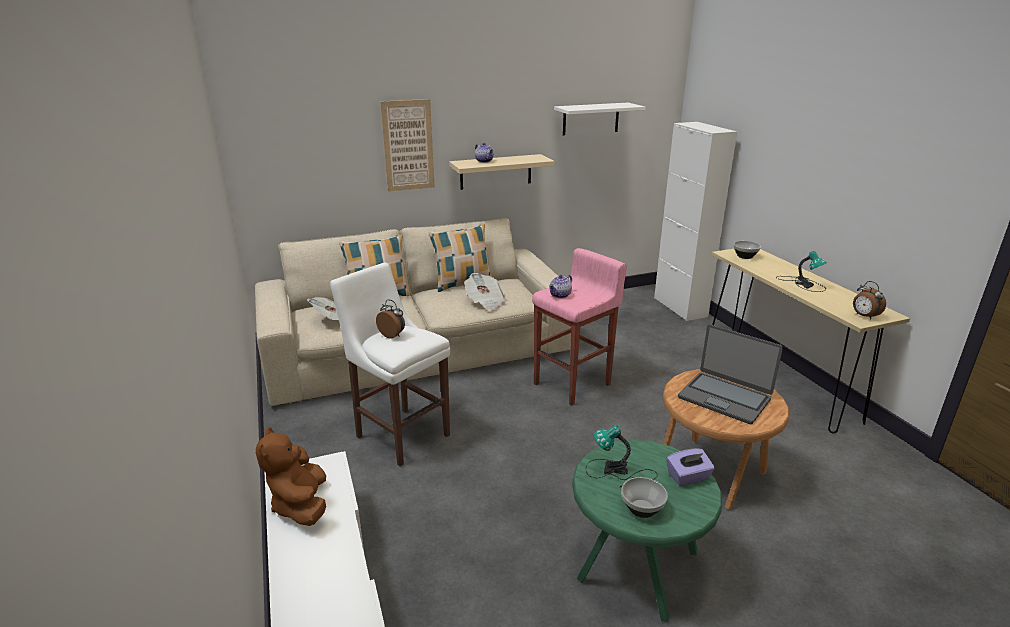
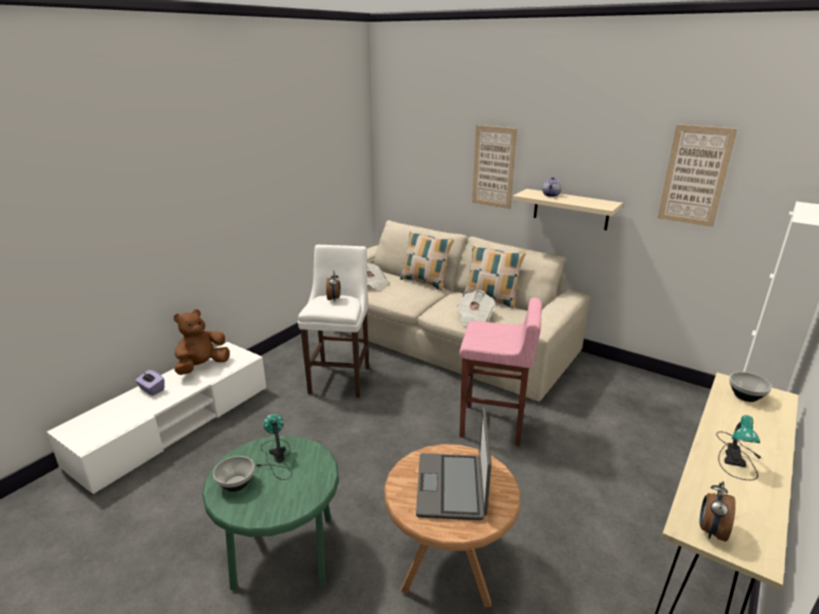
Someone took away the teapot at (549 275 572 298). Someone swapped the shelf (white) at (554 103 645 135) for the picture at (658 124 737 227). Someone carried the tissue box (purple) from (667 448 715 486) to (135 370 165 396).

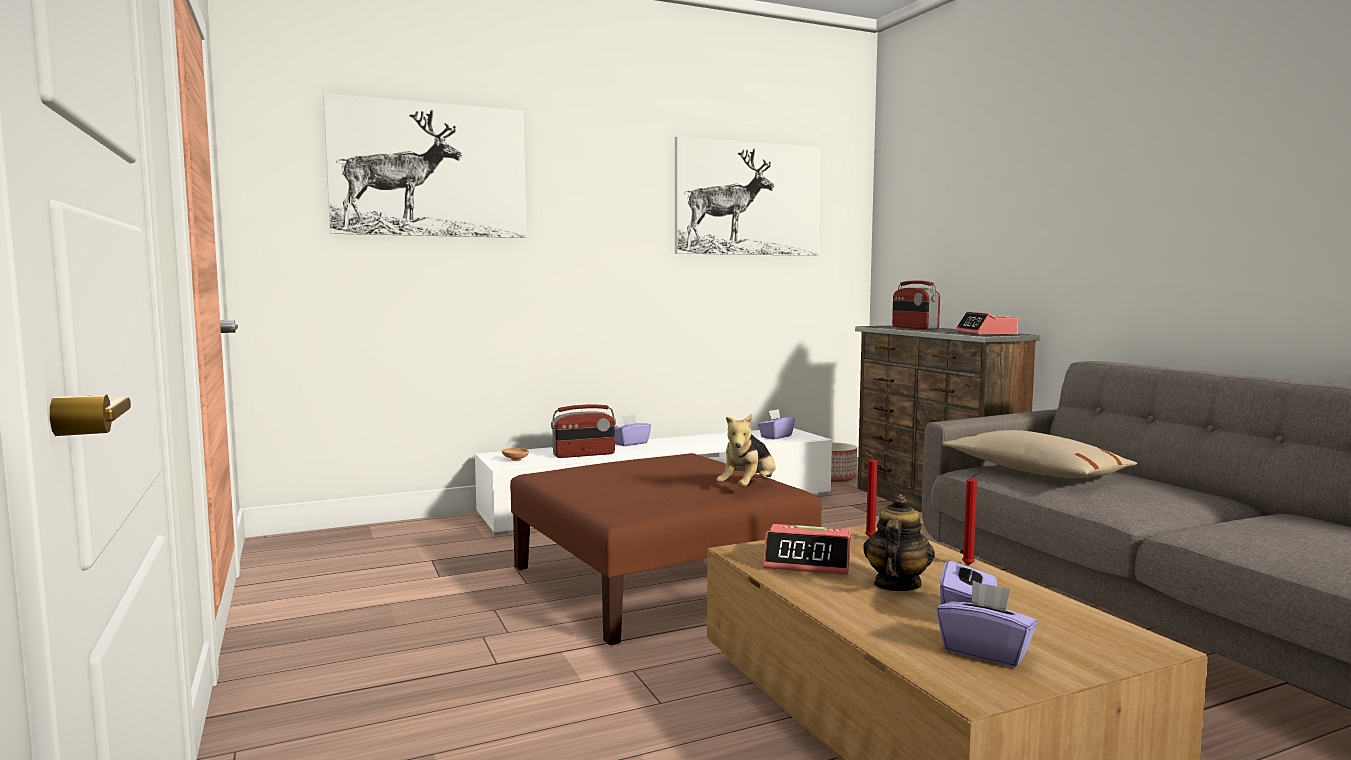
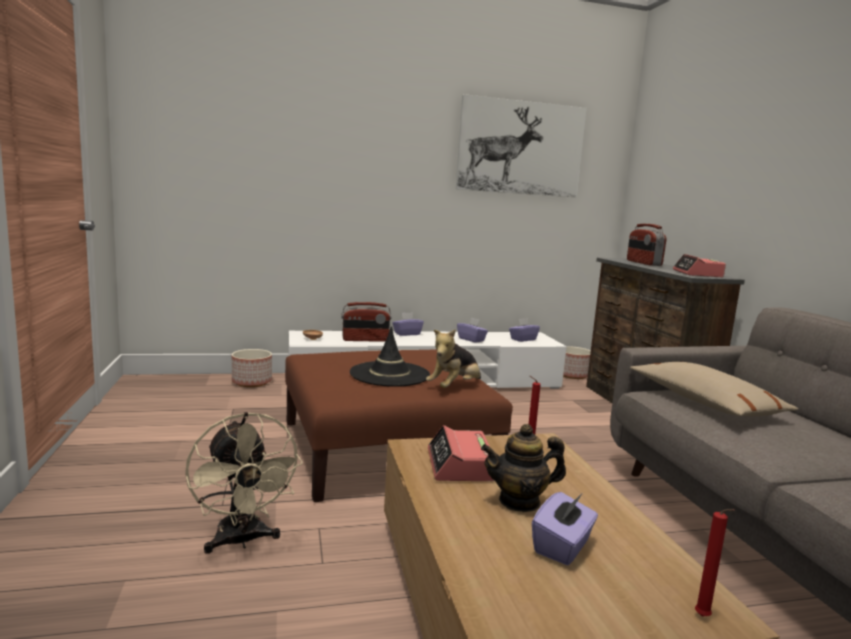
Someone took away the picture at (323 93 526 238). Someone rotated the alarm clock at (763 524 851 575) by 60 degrees clockwise. Someone rotated the teapot at (864 494 935 591) by 135 degrees counterclockwise. Someone carried the tissue box (purple) from (936 581 1038 668) to (457 317 488 343). Someone carried the candle (red) from (962 472 982 566) to (695 509 735 617). Someone put down the fan (beige) at (185 412 303 554). Someone put down the planter at (232 349 272 387). Someone put down the hat (black) at (350 326 430 387).

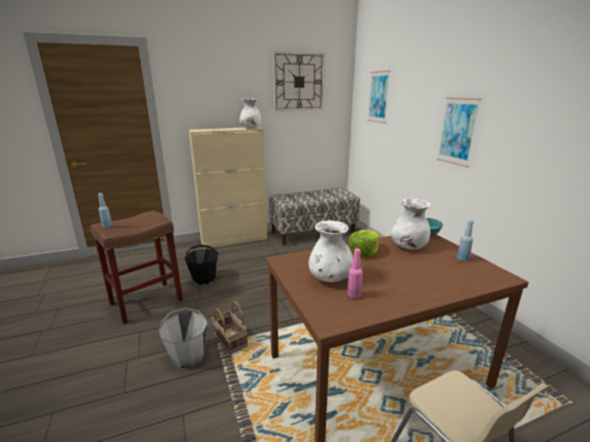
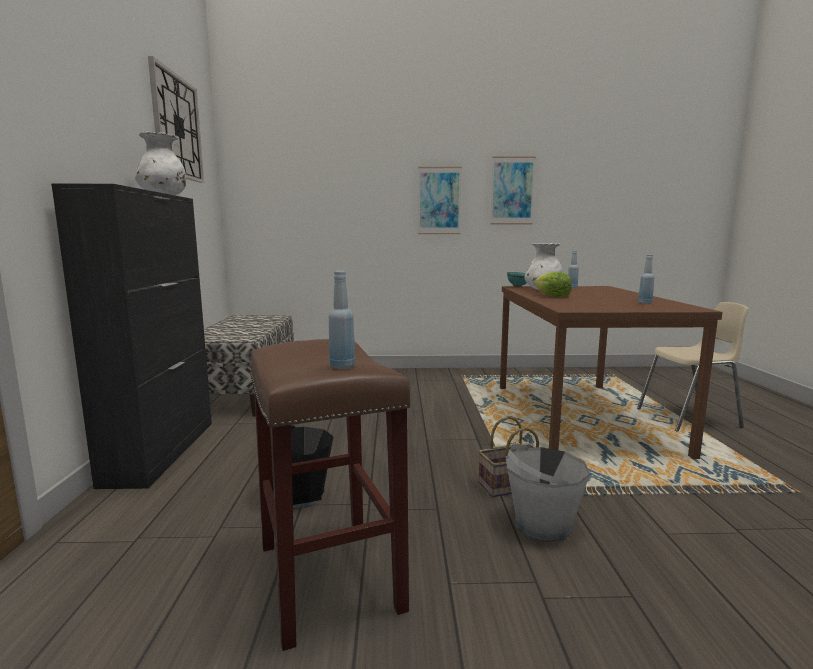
Someone repainted the cabinet (beige) at (189 127 267 249), which became the cabinet (black) at (51 184 212 489). Someone took away the vase (white) at (309 220 353 282). Someone repainted the bottle (pink) at (347 248 363 299), which became the bottle (blue) at (638 254 655 304). Someone carried the picture from (367 71 391 123) to (490 156 536 224).

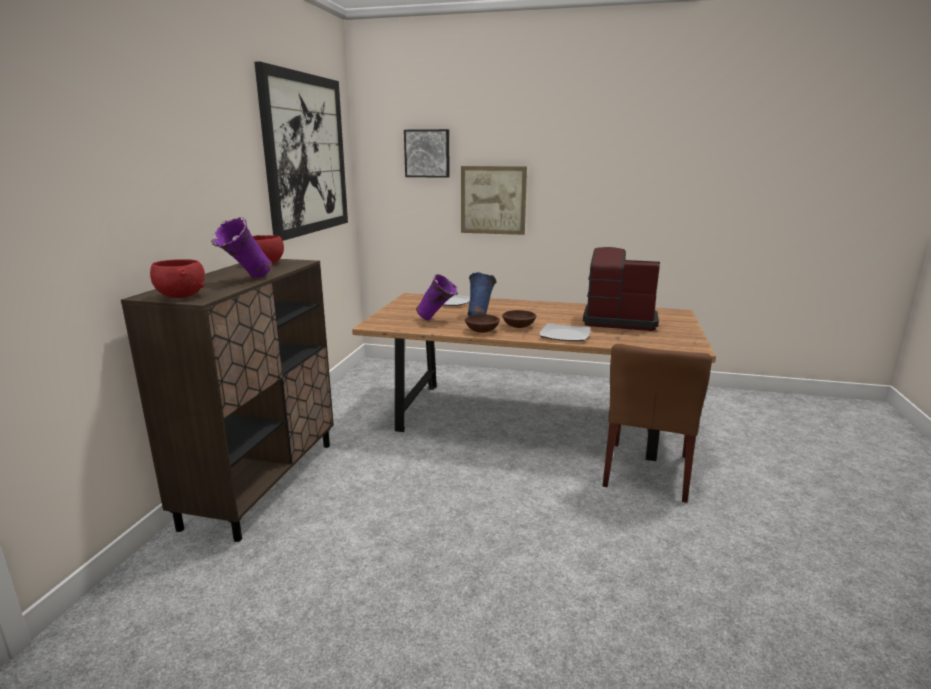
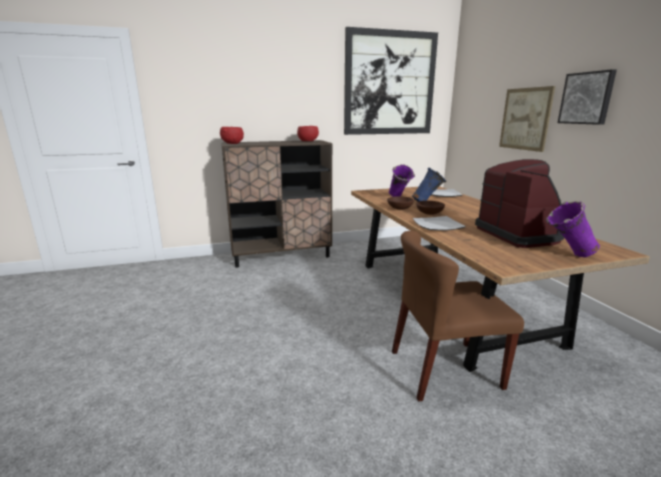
Someone carried the vase (purple) from (211 217 272 278) to (546 202 600 257). Someone carried the picture from (404 129 450 178) to (558 69 617 125).

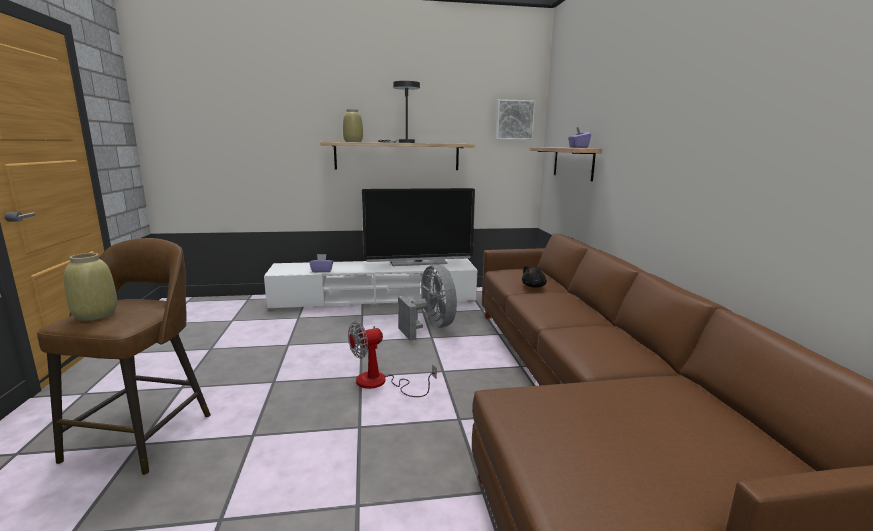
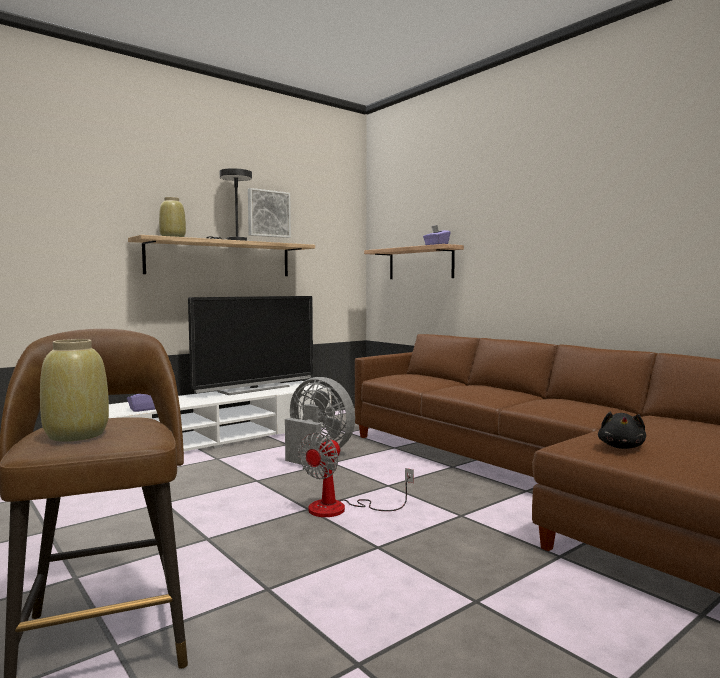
Someone carried the picture from (496 99 535 140) to (248 188 291 238). Someone carried the plush toy (black) from (522 266 547 288) to (598 412 646 449).

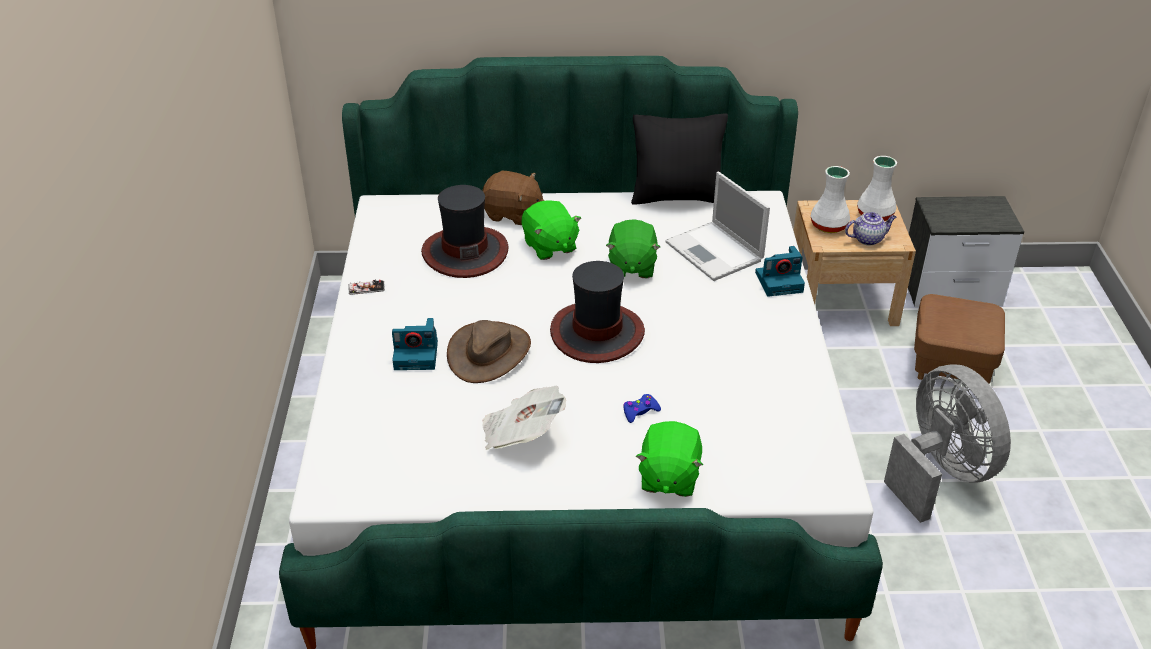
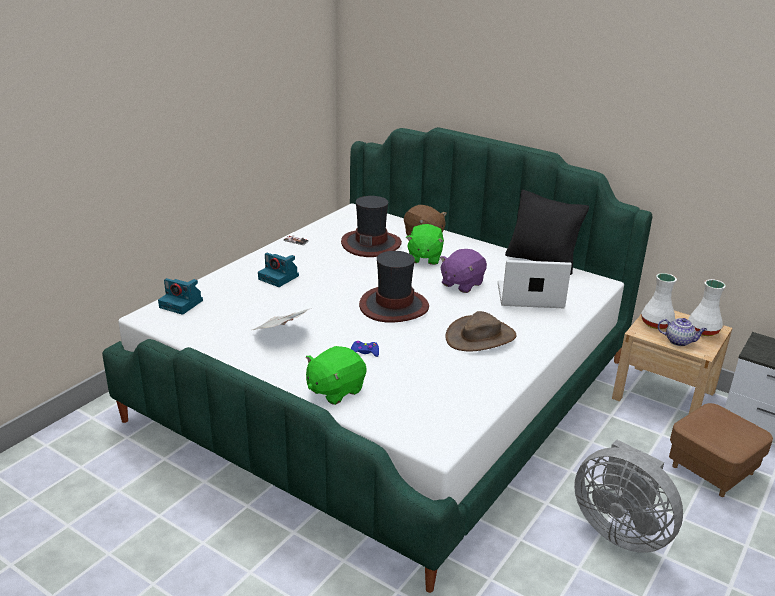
Someone carried the hat (brown) from (447 320 531 383) to (445 311 516 352). Someone repainted the plush toy (green) at (606 219 660 278), which became the plush toy (purple) at (440 249 487 293). Someone rotated the laptop at (665 172 770 281) by 90 degrees clockwise. Someone carried the photo camera from (755 246 805 297) to (158 278 203 315). Someone rotated the fan (grey) at (884 364 1011 523) by 120 degrees clockwise.

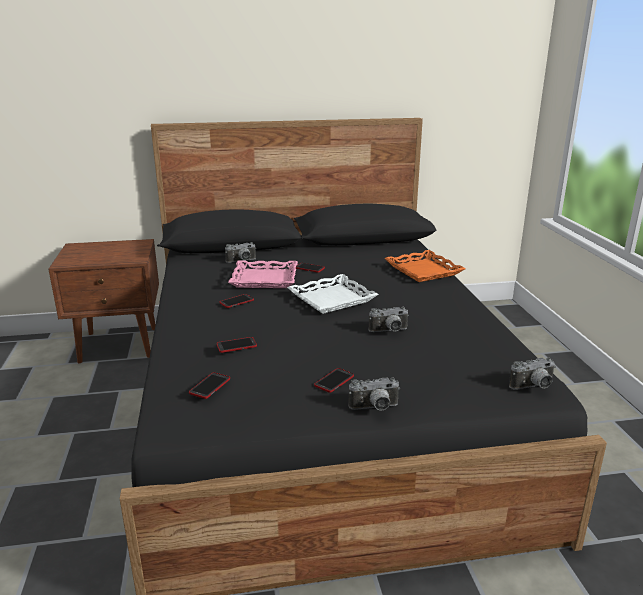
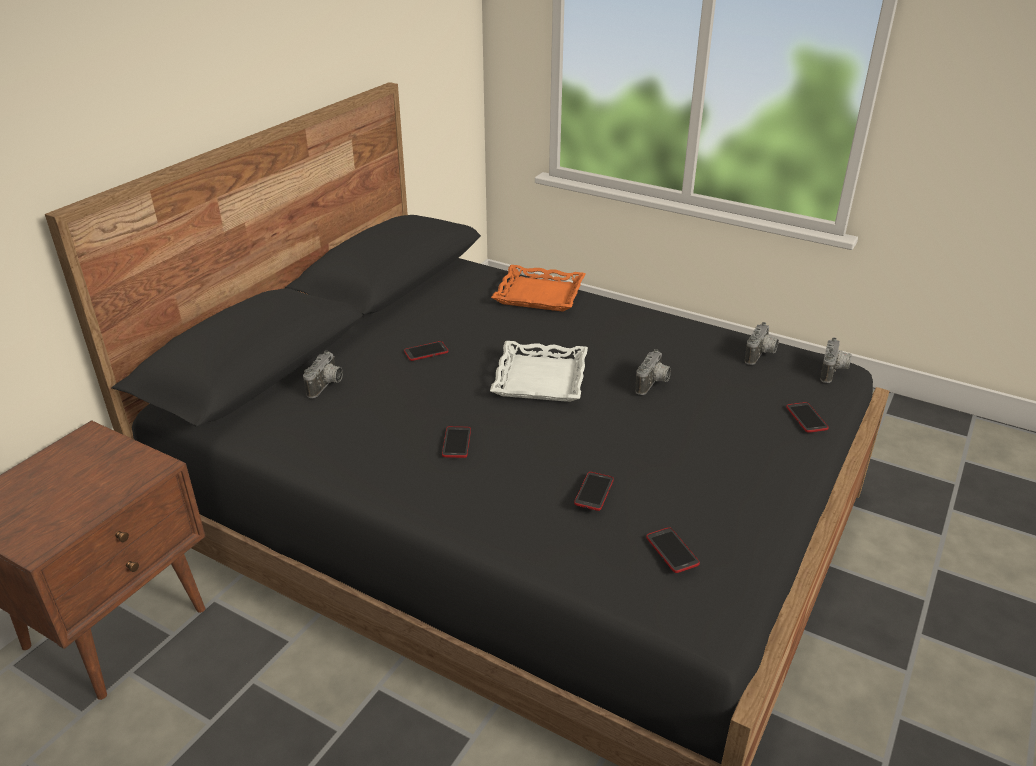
Someone took away the tray (pink) at (228 260 298 288). Someone carried the phone from (314 368 354 393) to (786 402 828 433). Someone carried the photo camera from (349 378 400 411) to (745 322 779 365).

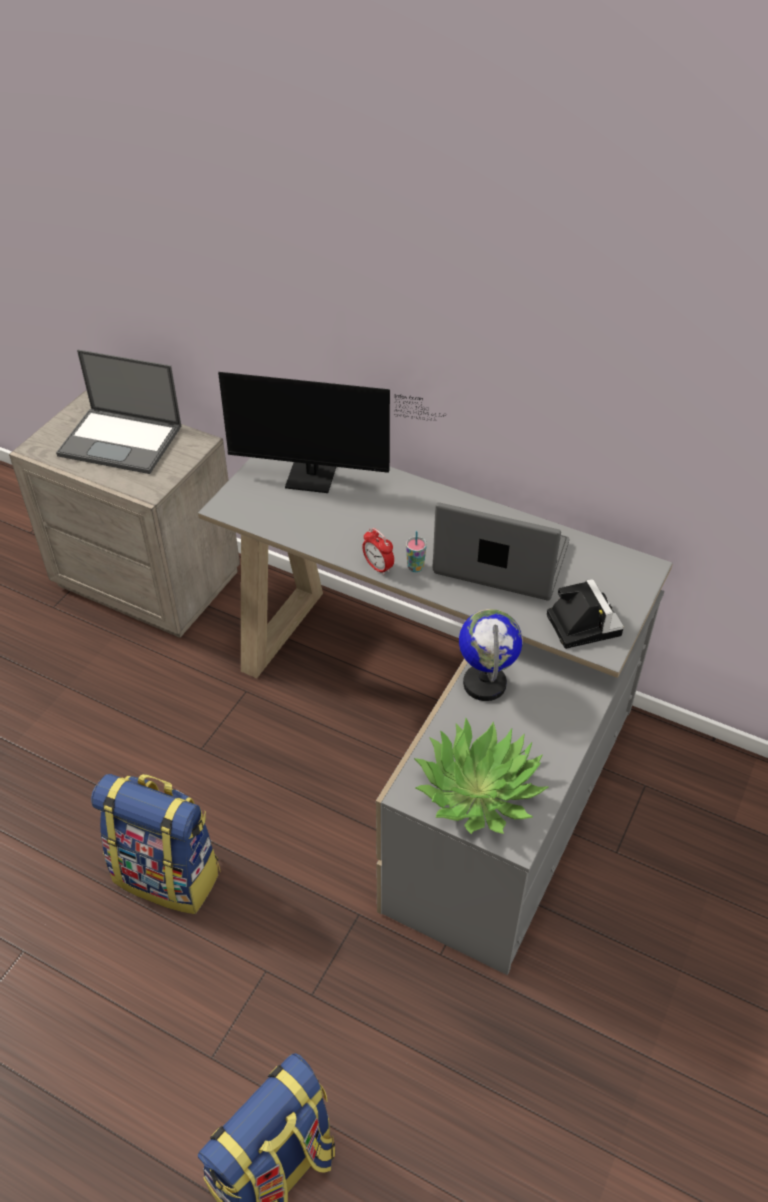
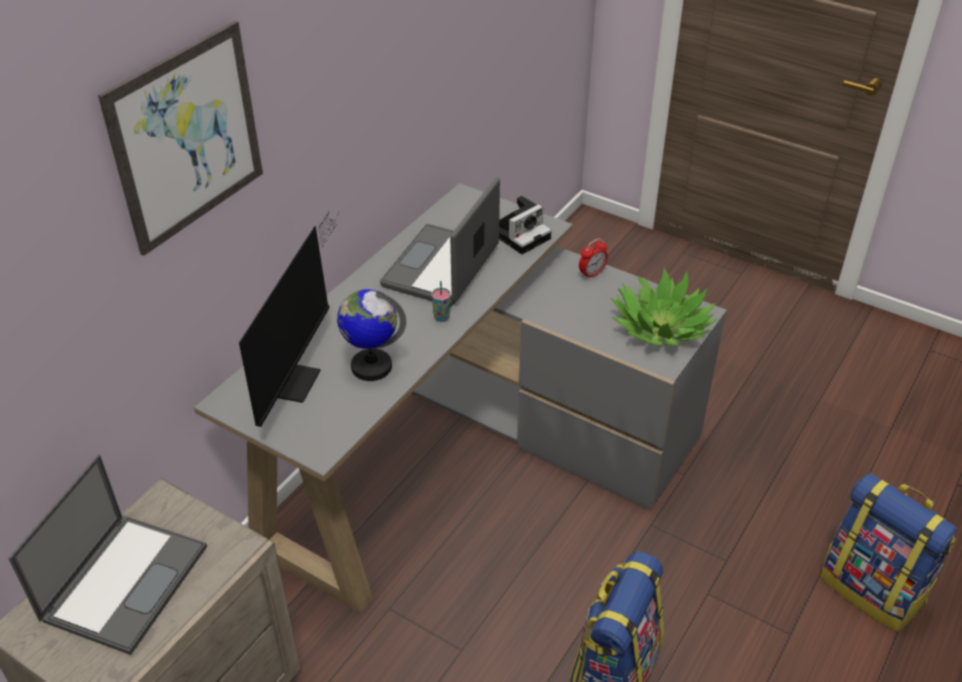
Someone carried the alarm clock from (362 528 394 575) to (579 238 608 280). Someone carried the globe from (459 609 523 701) to (337 289 406 381). Someone rotated the photo camera at (547 579 624 649) by 150 degrees clockwise. Someone put up the picture at (98 21 263 256).

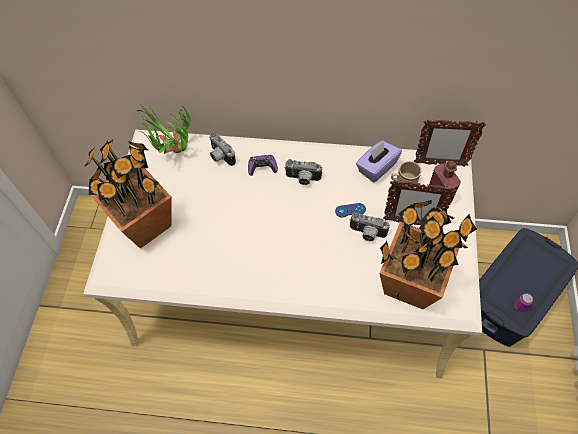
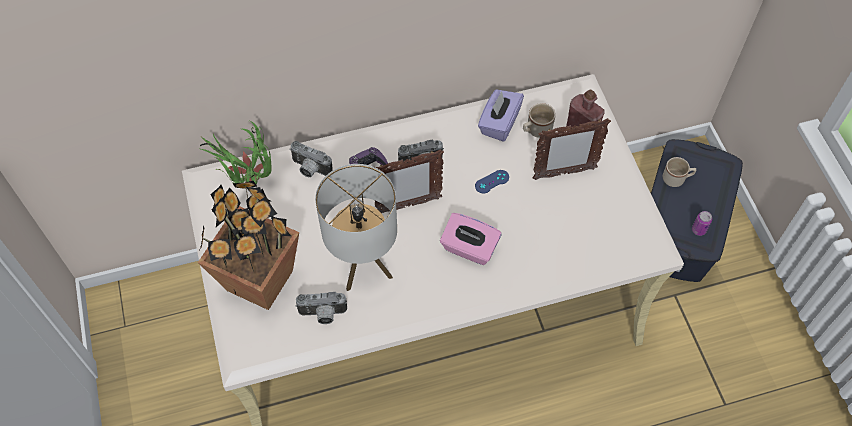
Someone carried the photo camera from (350 212 390 242) to (296 292 347 324). Someone took away the potted plant at (379 200 477 309). Someone carried the picture frame from (414 119 486 167) to (375 149 444 213). Someone put down the table lamp at (315 164 397 291). Someone put down the tissue box (pink) at (440 213 502 265). Someone put down the mug (beige) at (663 157 696 187).

